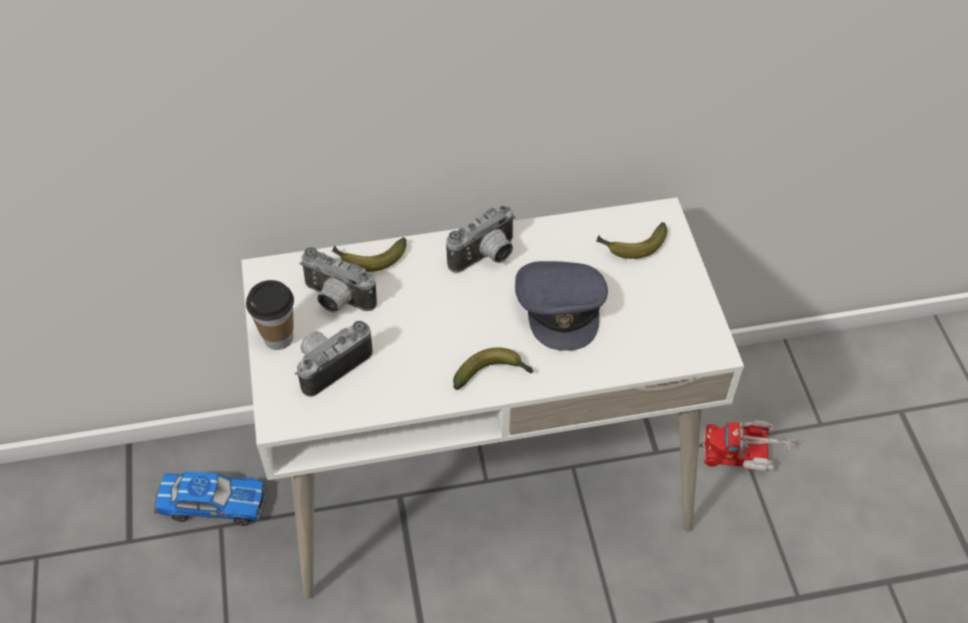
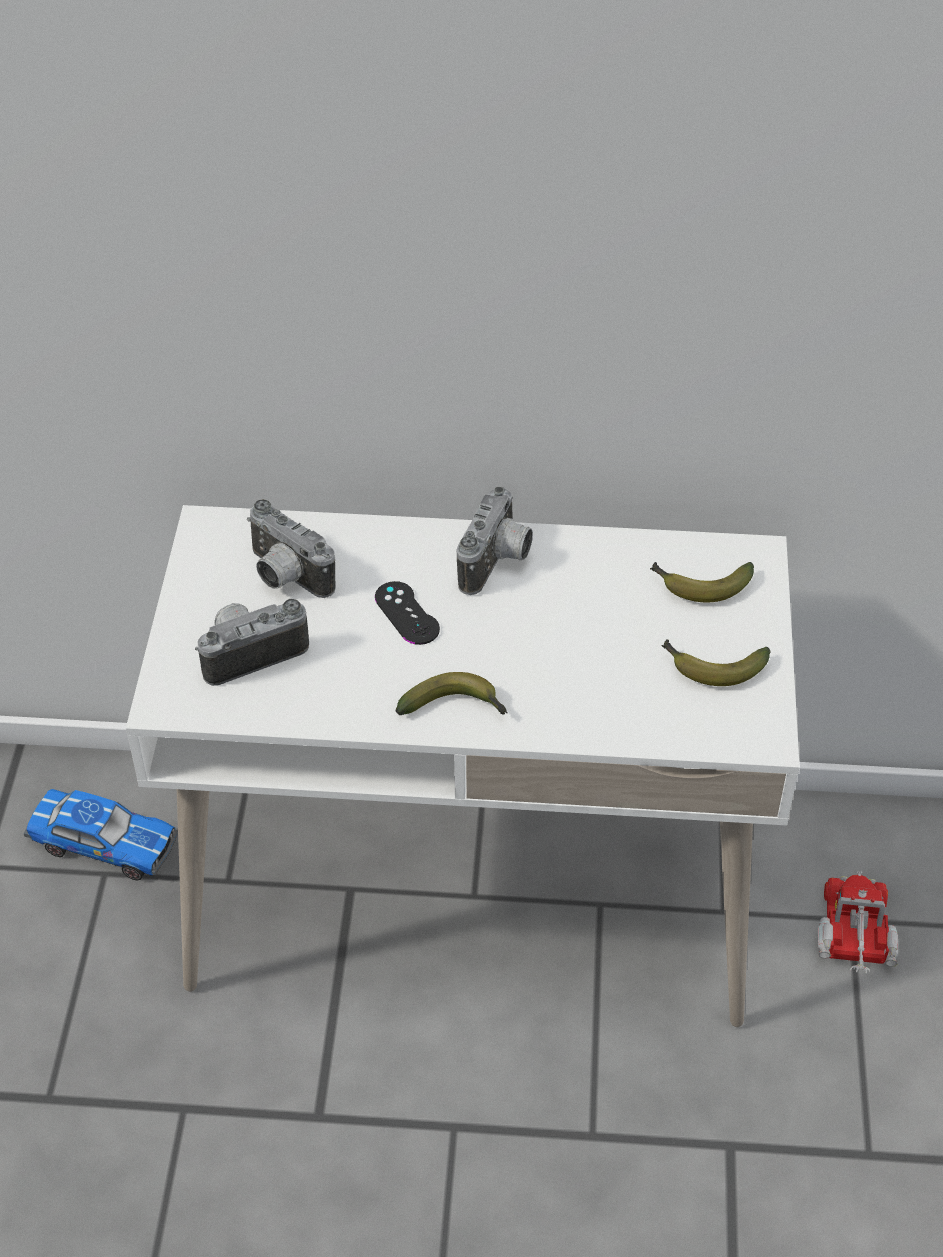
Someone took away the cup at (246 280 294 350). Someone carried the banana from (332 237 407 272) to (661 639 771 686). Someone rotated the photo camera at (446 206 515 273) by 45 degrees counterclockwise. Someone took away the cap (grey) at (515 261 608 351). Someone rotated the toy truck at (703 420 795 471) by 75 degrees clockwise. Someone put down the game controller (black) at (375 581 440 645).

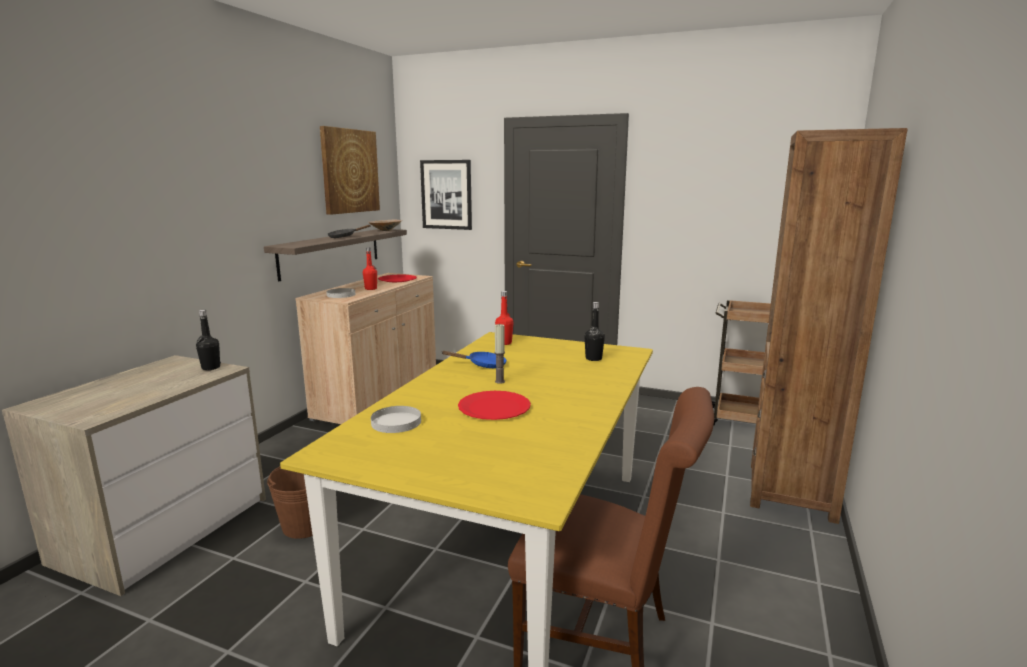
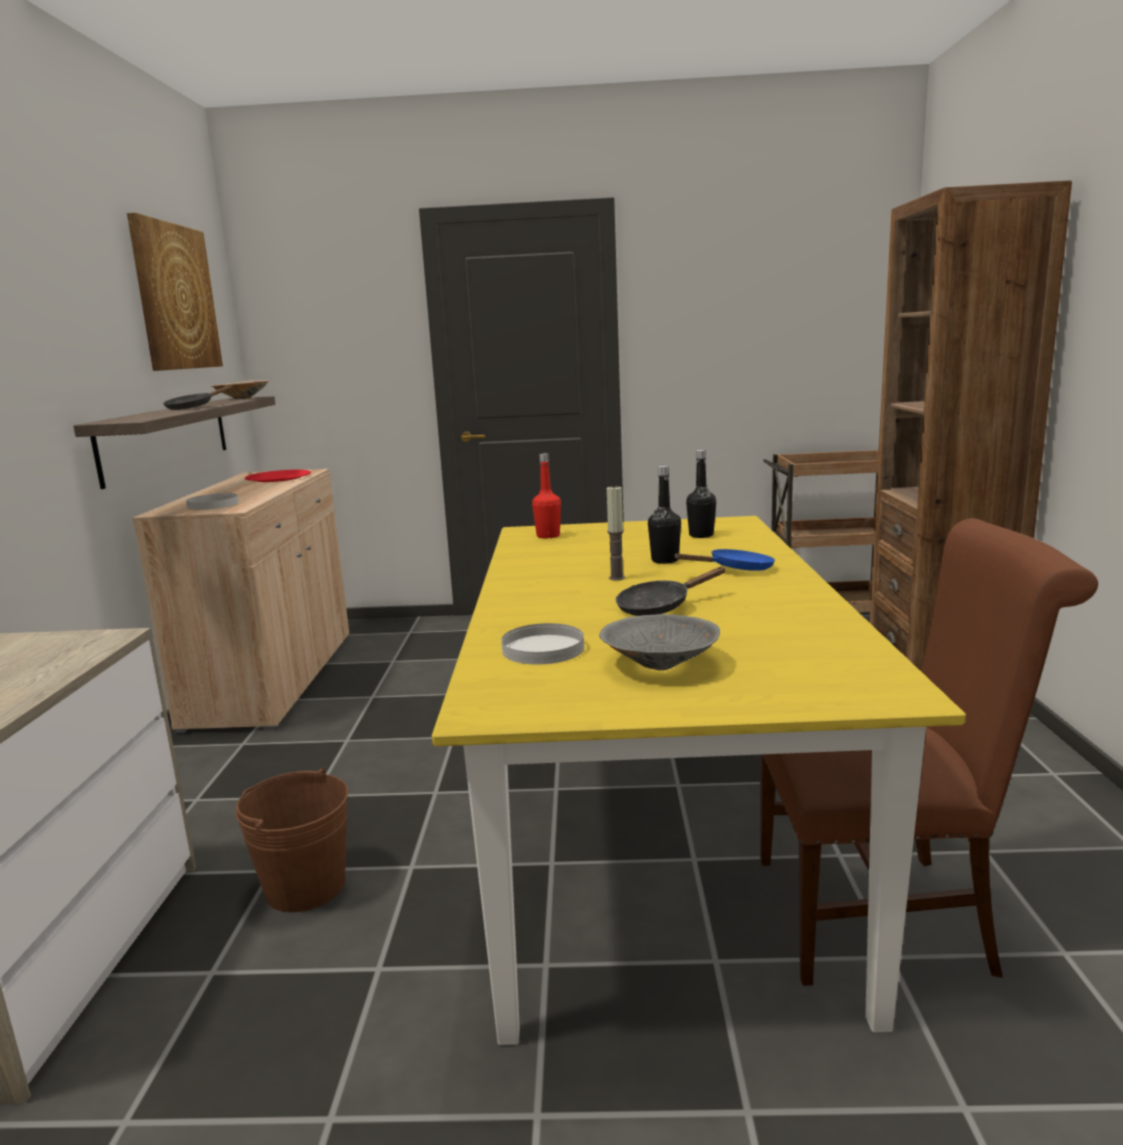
Someone carried the bottle (black) from (196 310 221 370) to (648 466 681 564). Someone took away the bottle (red) at (363 247 377 290). Someone took away the picture at (420 160 472 230). Someone carried the frying pan (blue) from (441 351 507 368) to (674 549 775 571). Someone swapped the plate (red) at (458 391 531 420) for the frying pan (black) at (616 567 726 616). Someone put down the bowl (grey) at (599 614 720 670).

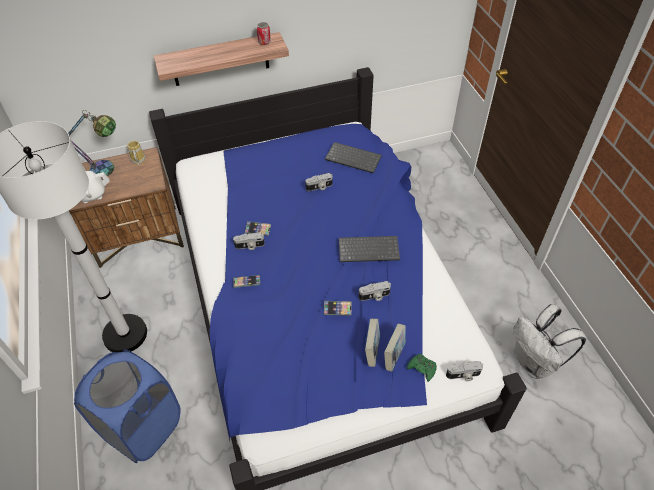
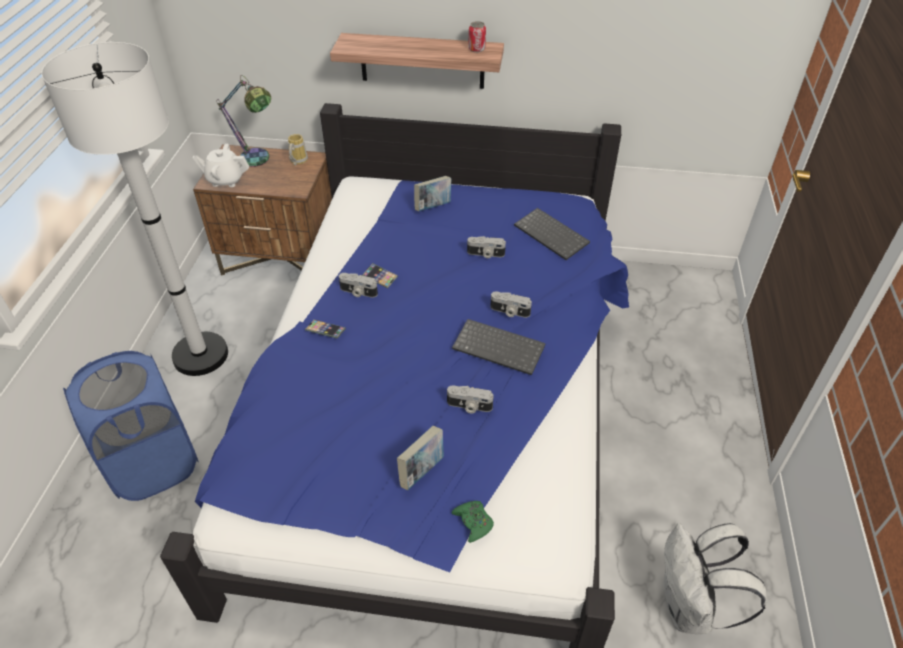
Someone took away the phone at (324 301 352 316). Someone carried the book from (384 324 406 371) to (414 176 451 211). Someone carried the photo camera from (446 361 483 381) to (490 291 532 318).

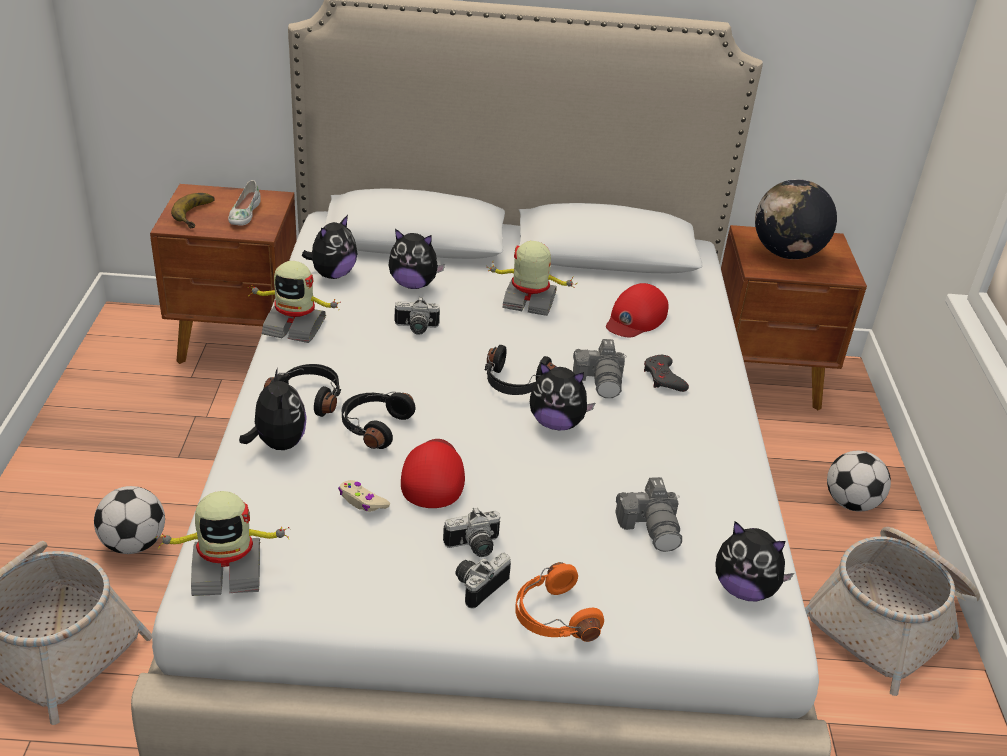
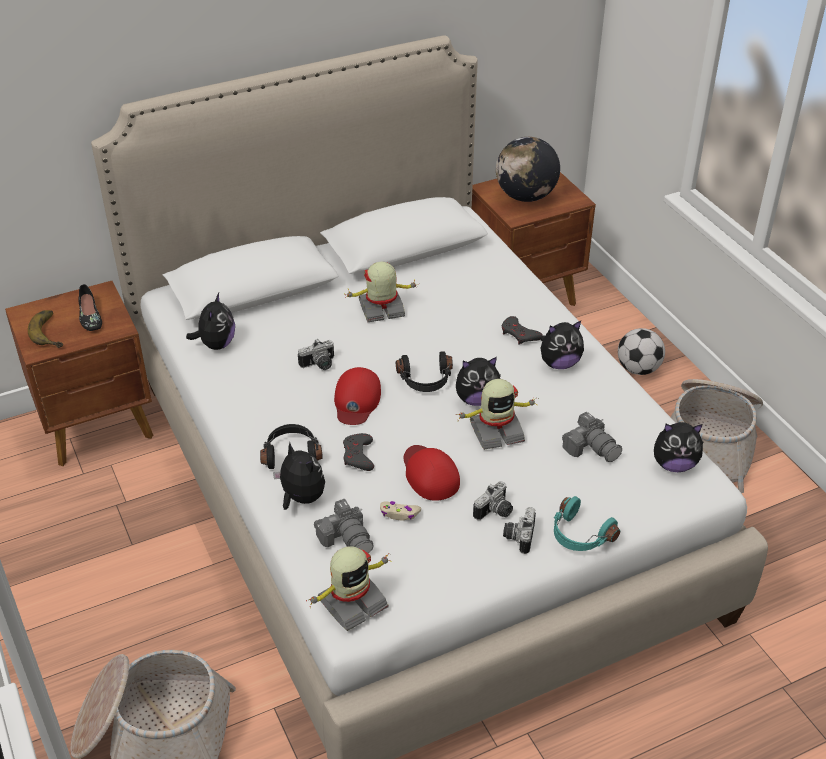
Someone took away the football at (94 486 165 554). Someone repainted the shoe (white) at (228 180 261 226), which became the shoe (black) at (79 284 102 331). Someone carried the toy robot from (247 261 340 343) to (458 379 538 450). Someone swapped the headphones (black) at (342 391 415 449) for the game controller (grey) at (343 433 374 471). Someone carried the plush toy from (388 229 445 289) to (540 321 584 369). Someone repainted the headphones (orange) at (515 562 604 642), which became the headphones (turquoise) at (554 496 620 551). Someone carried the photo camera from (573 339 626 398) to (314 499 374 554). Someone carried the cap (red) from (606 283 669 337) to (334 367 381 425).

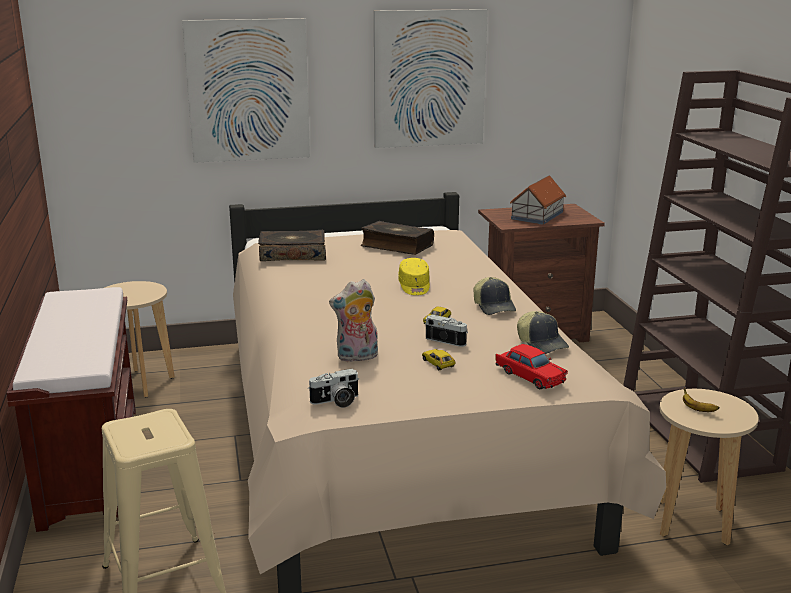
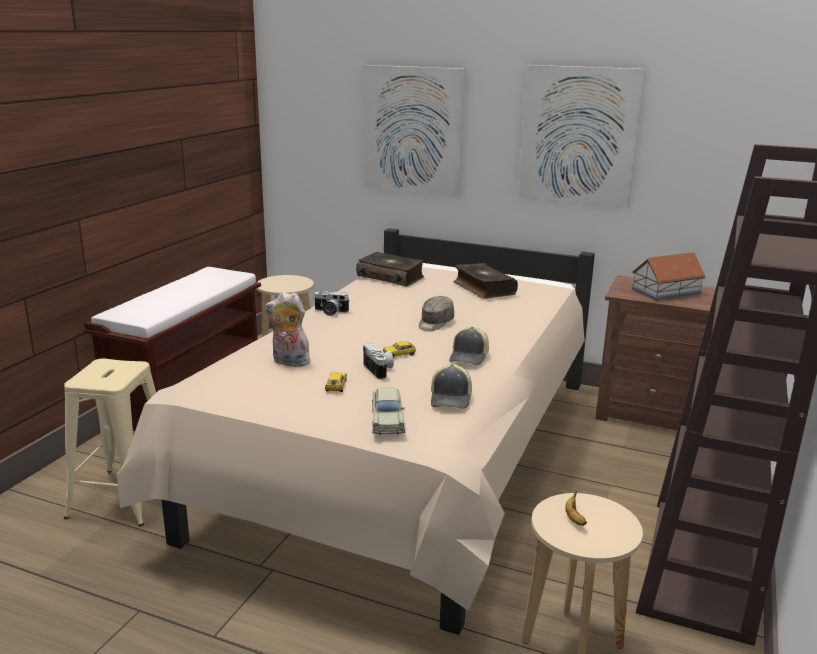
Someone carried the photo camera from (308 369 359 408) to (314 291 350 316). Someone repainted the cap (yellow) at (398 258 430 295), which became the cap (grey) at (419 296 454 331). Someone repainted the toy car (red) at (495 344 568 389), which became the toy car (beige) at (372 387 405 435).

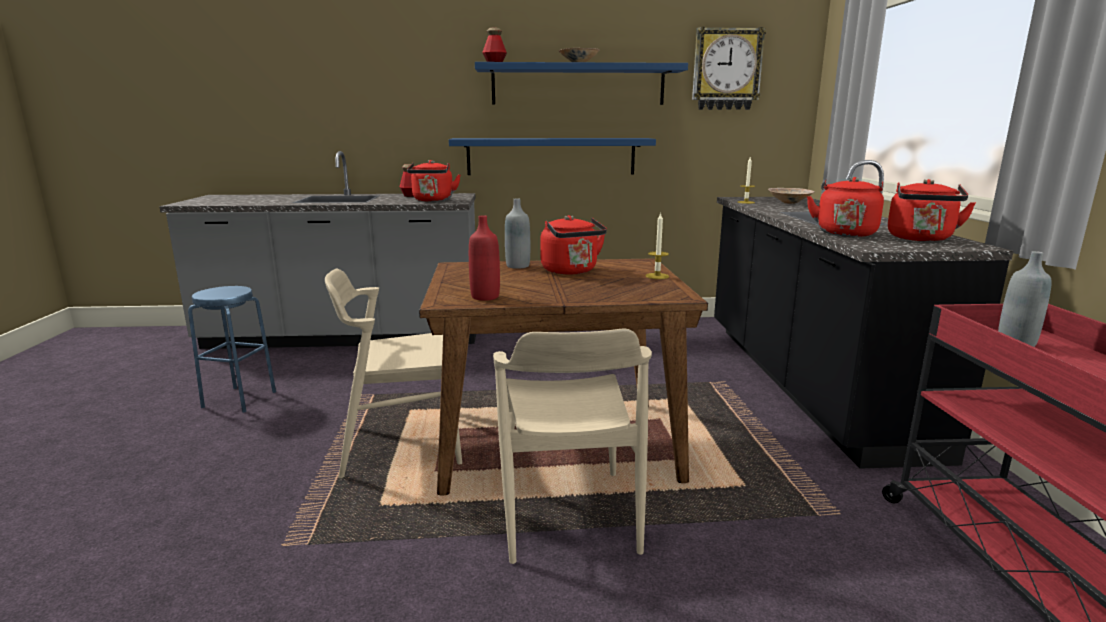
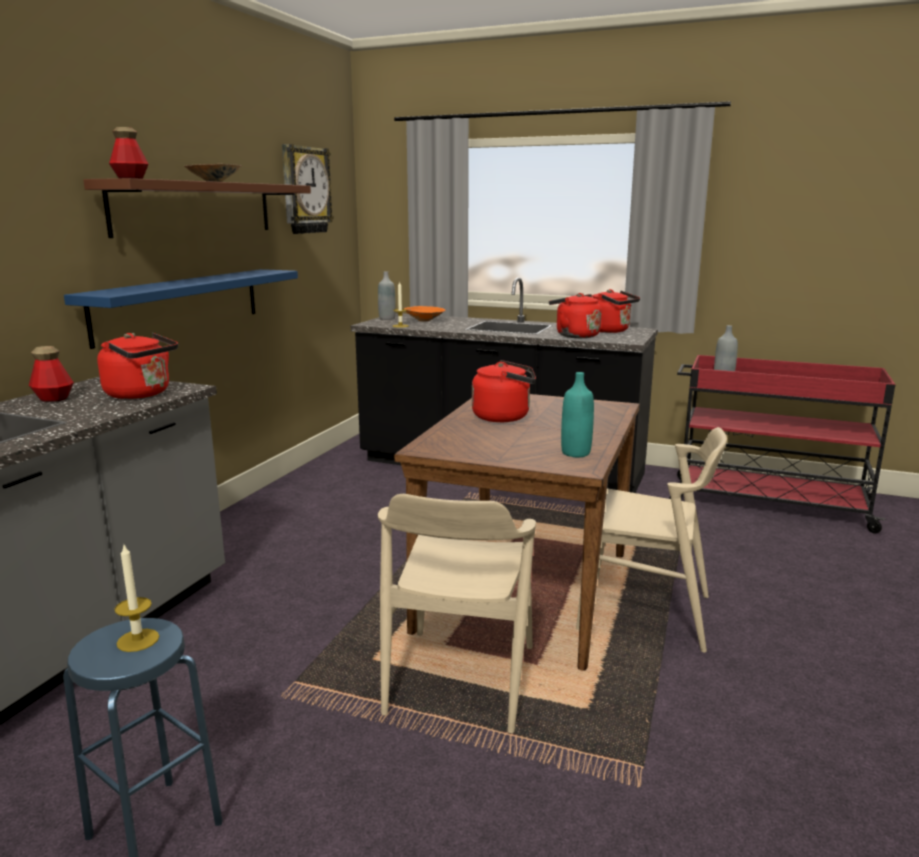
Someone repainted the bottle (red) at (469 215 500 301), which became the bottle (turquoise) at (561 372 594 457). Someone repainted the shelf (blue) at (475 62 688 105), which became the shelf (brown) at (83 178 311 238). Someone carried the bottle (grey) from (505 198 530 269) to (378 271 396 320). Someone carried the candle from (646 212 669 279) to (115 545 159 652). Someone repainted the bowl (beige) at (768 188 815 204), which became the bowl (orange) at (404 306 445 322).

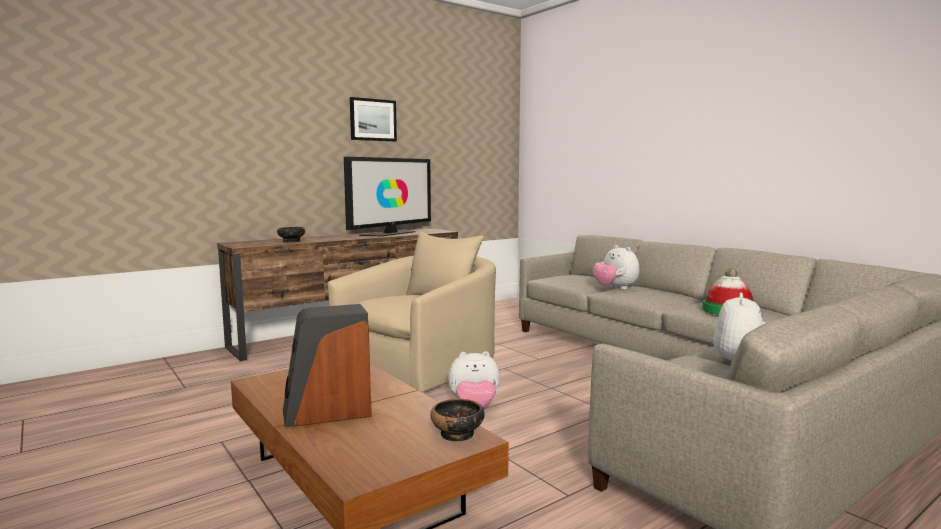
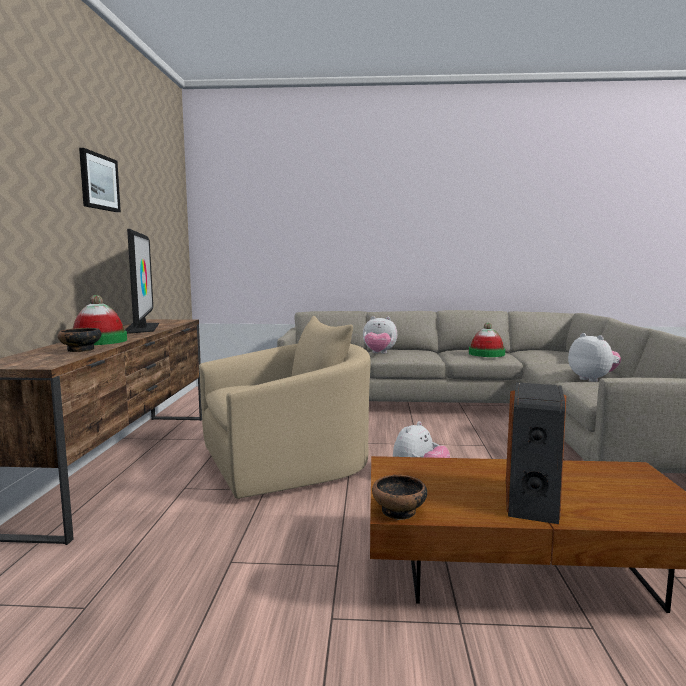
Someone rotated the armchair (beige) at (328 231 496 392) by 75 degrees clockwise. Someone carried the bowl from (430 399 485 441) to (372 475 427 520). Someone put down the hat at (73 295 127 345).

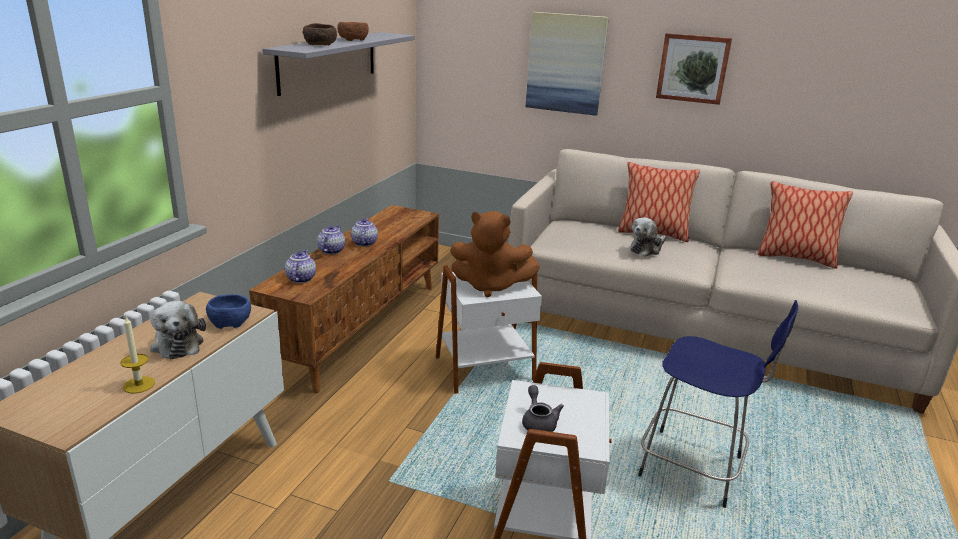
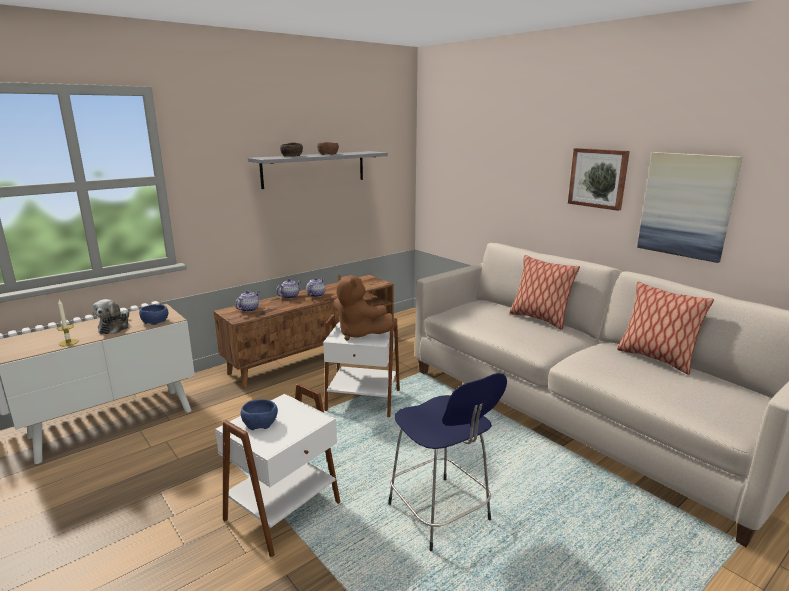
Someone swapped the teapot (grey) at (522 385 564 432) for the bowl (blue) at (240 399 278 430). Someone carried the picture from (526 12 609 116) to (637 152 742 263). Someone took away the plush toy at (630 217 666 256).

